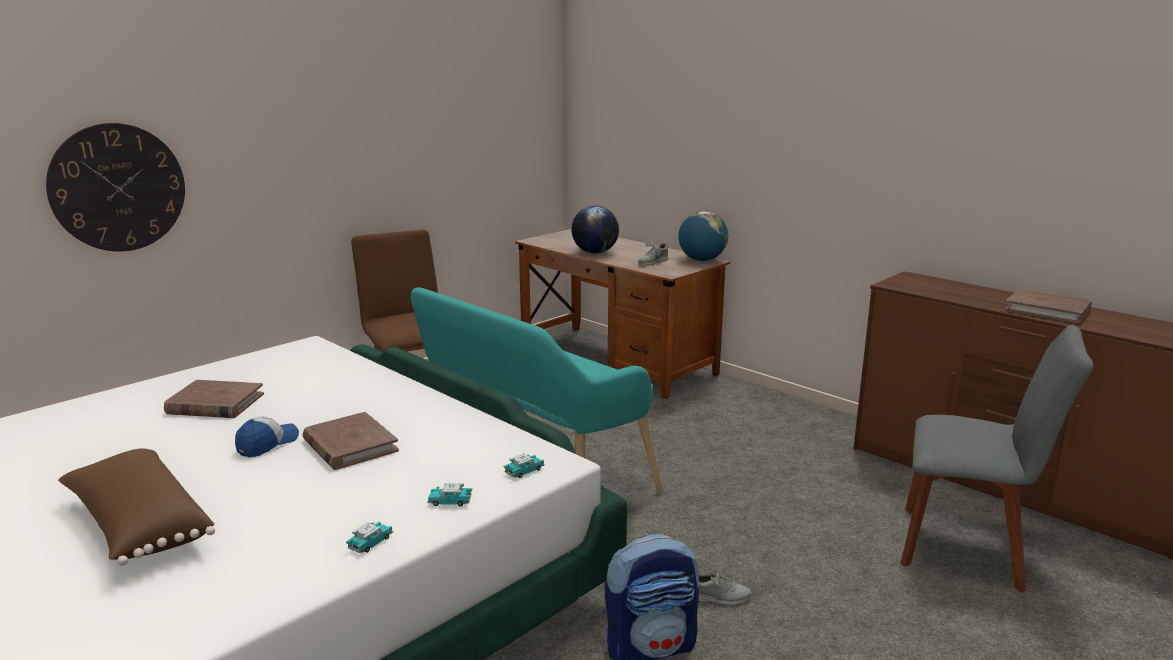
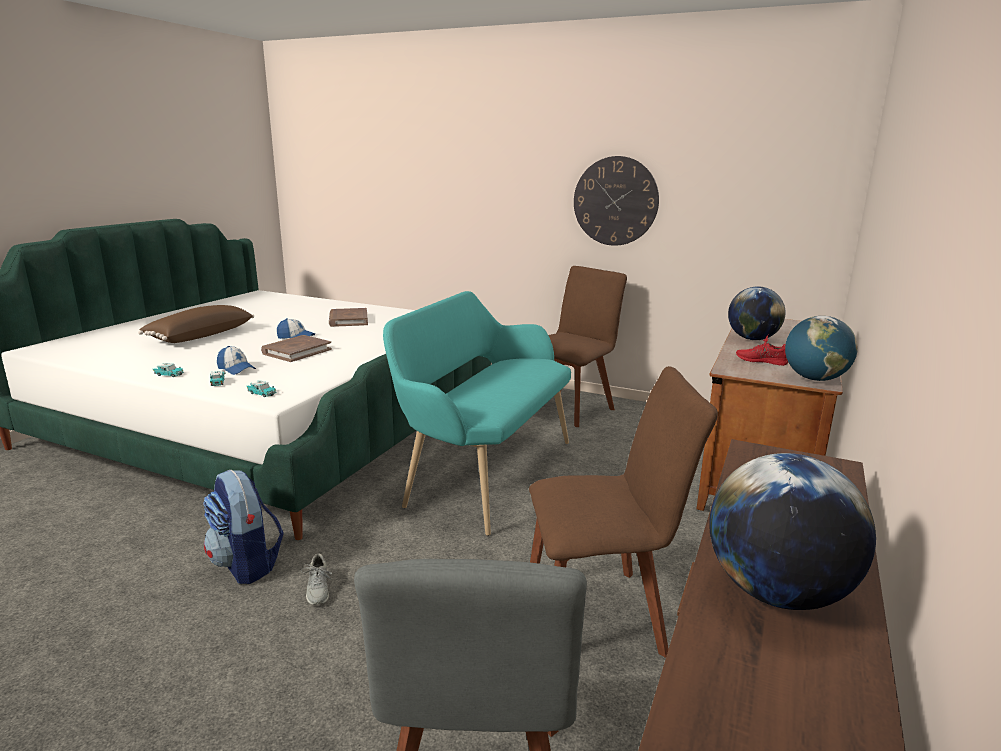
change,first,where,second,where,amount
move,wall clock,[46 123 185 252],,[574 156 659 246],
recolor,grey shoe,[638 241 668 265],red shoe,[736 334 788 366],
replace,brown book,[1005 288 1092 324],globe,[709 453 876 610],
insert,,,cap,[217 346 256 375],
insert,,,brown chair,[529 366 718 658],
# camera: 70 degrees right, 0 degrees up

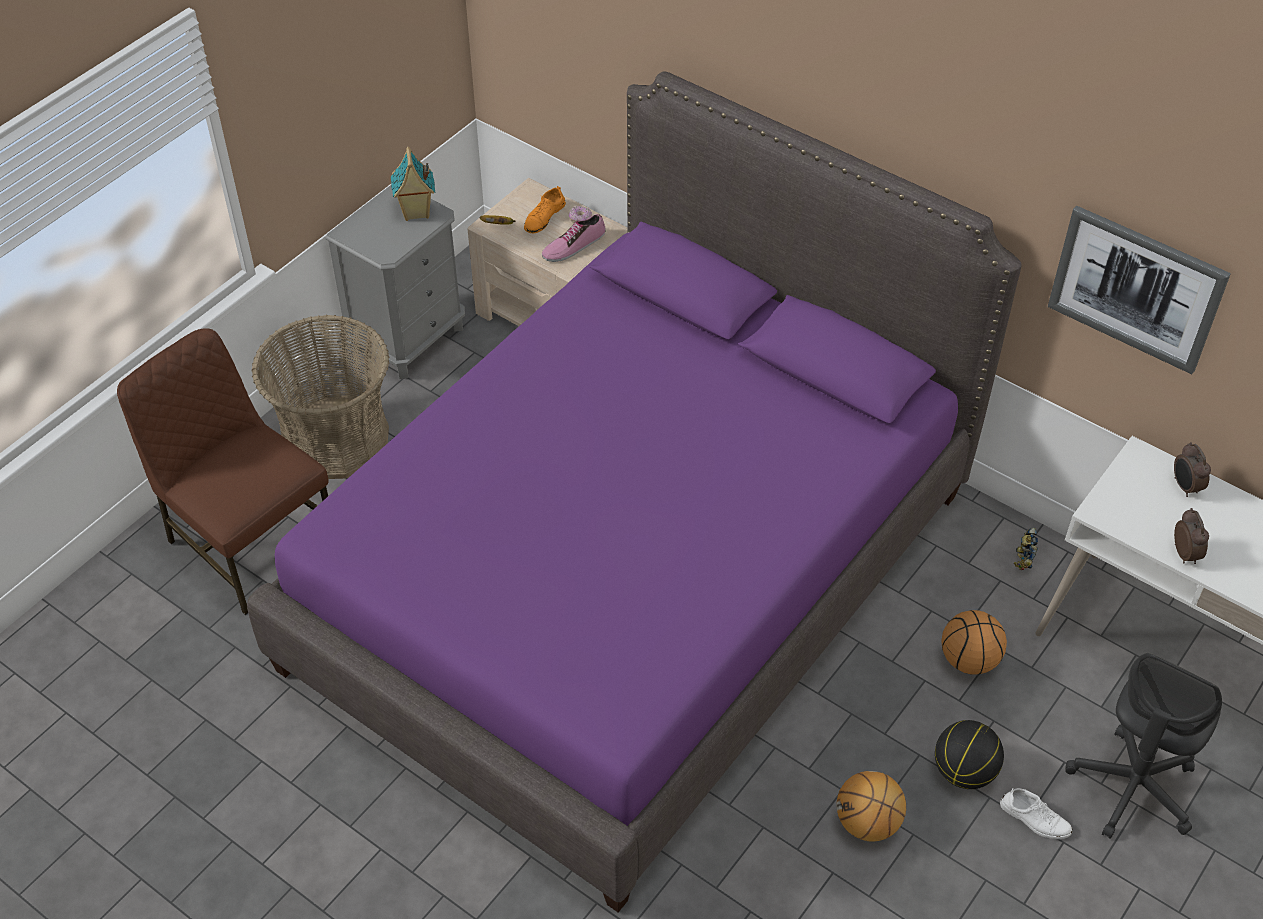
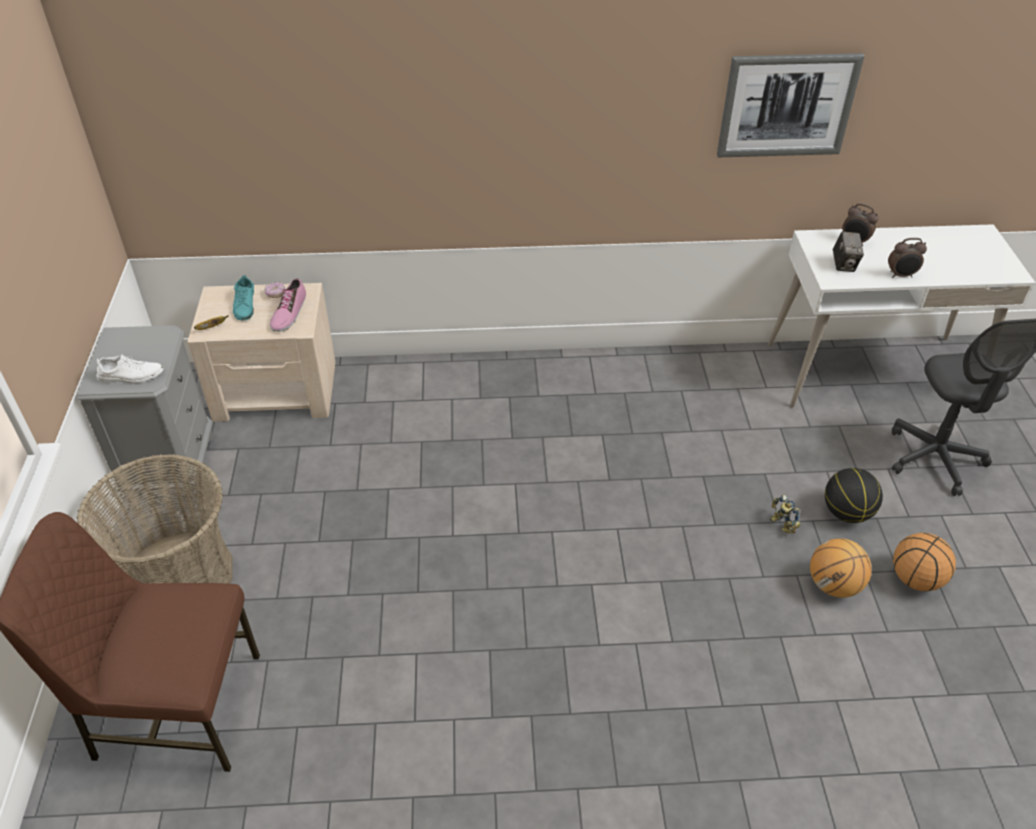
change,first,where,second,where,amount
delete,purple bed,[247 72 1022 912],,,
delete,toy house,[391 147 435 221],,,
recolor,orange shoe,[524 186 566 233],turquoise shoe,[233 275 254 320],
rotate,alarm clock,[1174 508 1209 564],,[888 238 927 278],135 degrees clockwise
move,toy robot,[1014 527 1038 570],,[770 494 801 534],
move,basketball,[942 610 1007 674],,[893 533 956 591],
move,white shoe,[1000 788 1073 839],,[96 355 163 384],
insert,,,photo camera,[833 232 864 272],
# camera: 40 degrees left, 5 degrees down

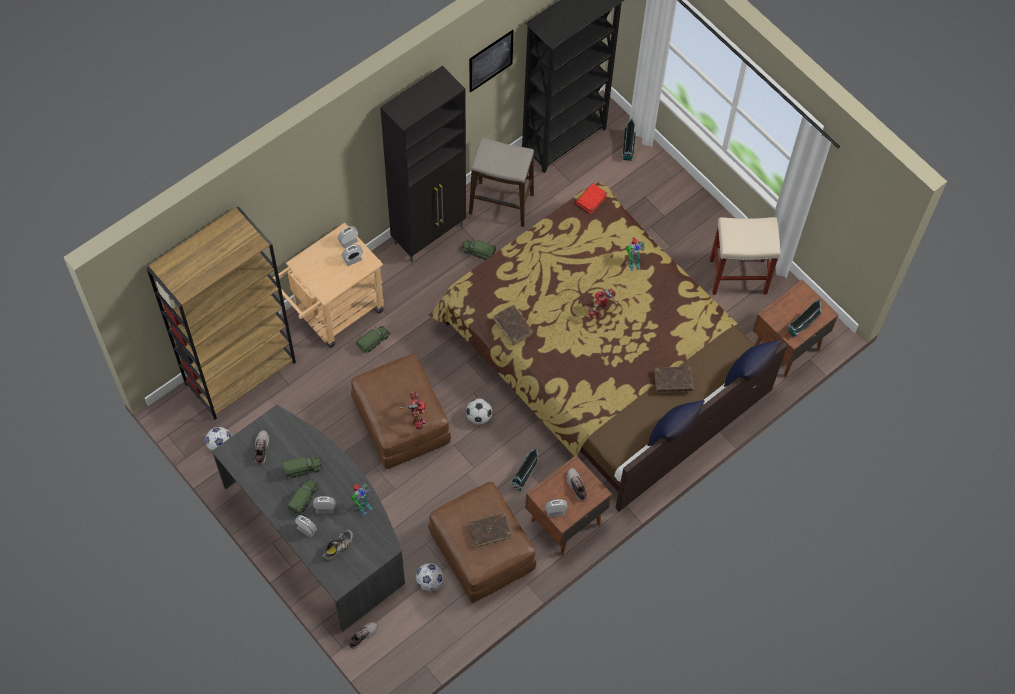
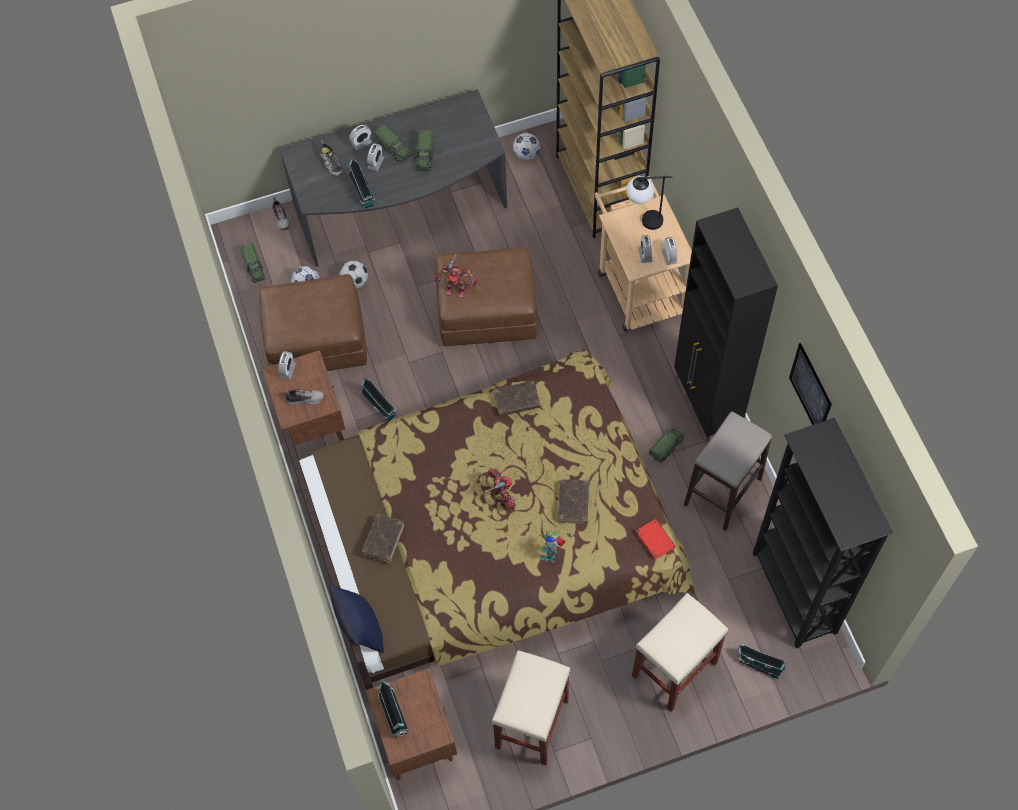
change,first,where,second,where,amount
move,toy truck,[356 326 390 353],,[240 243 266 283],
move,football,[466 398 492 425],,[339 261 368 289],
delete,blue pillow,[647 400 705 446],,,
delete,shoe,[255 430 269 464],,,
replace,toy robot,[351 484 372 515],toy house,[348 157 375 208],
move,brown book,[468 513 512 548],,[558 479 590 524],
insert,,,table lamp,[626 175 672 230],
insert,,,beige stool,[632 593 728 712],
# camera: 115 degrees right, 0 degrees up

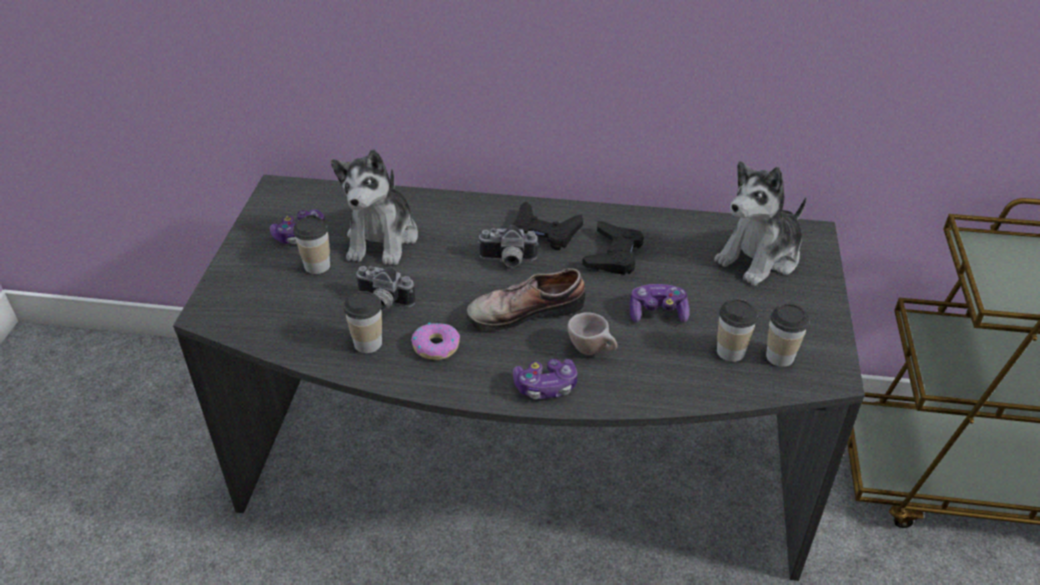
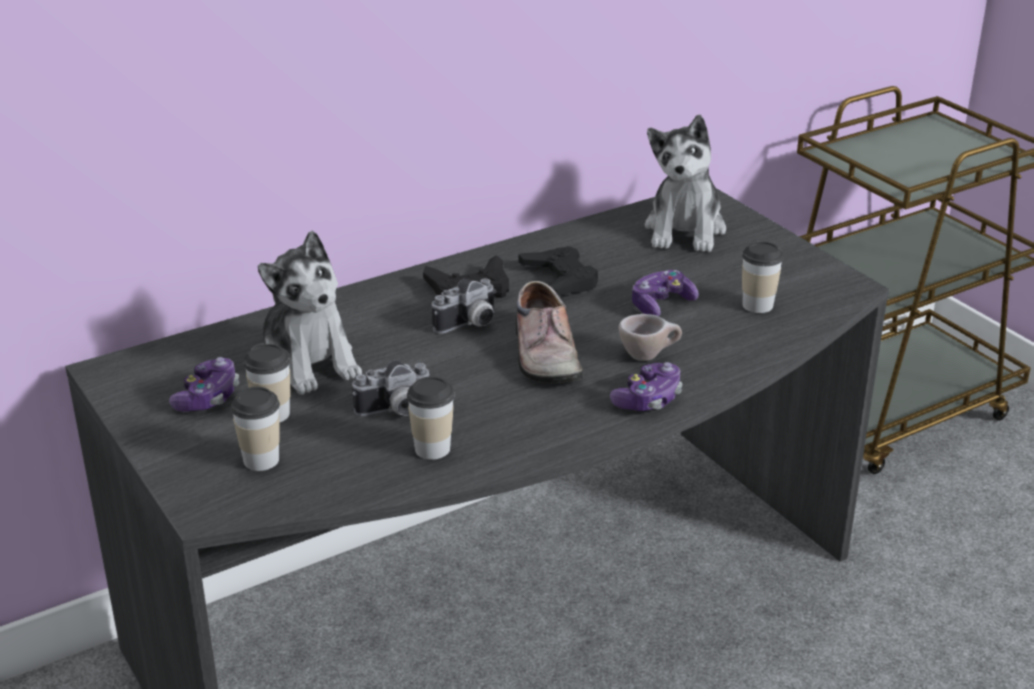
change,first,where,second,where,amount
rotate,shoe,[467 268 585 331],,[516 281 584 383],45 degrees counterclockwise
move,cup,[766 304 809 367],,[231 387 280 471],
delete,donut,[411 323 460 360],,,
# camera: 40 degrees left, 10 degrees down

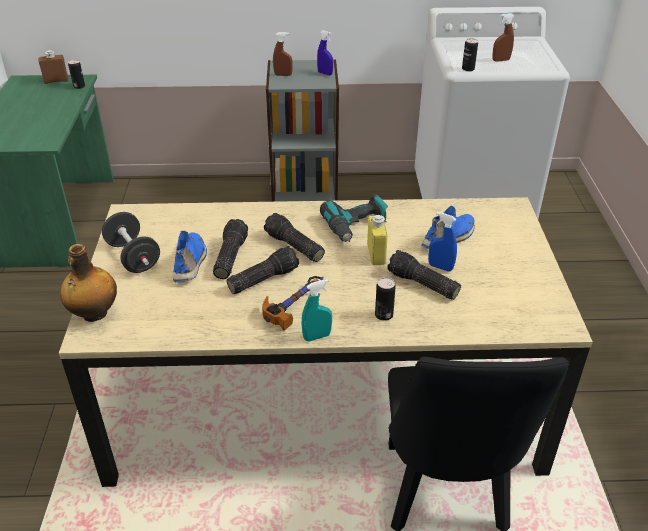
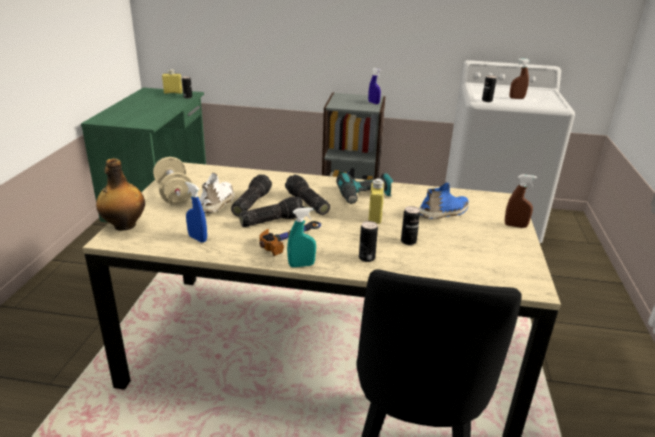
change,first,where,second,where,amount
move,brown spray bottle,[273 32 293 76],,[505 174 537 228],
recolor,brown bottle,[39 50 68 84],yellow bottle,[162 69 183 94],
recolor,black dumbbell,[102 212 160 273],beige dumbbell,[153 157 193 204],
move,blue spray bottle,[428 212 457 272],,[185 181 207 243],
recolor,blue shoe,[173 231 207 283],white shoe,[200 173 234 213],
replace,flashlight,[387 250 461 300],can,[401 206 420 245],
# camera: 10 degrees right, 10 degrees down

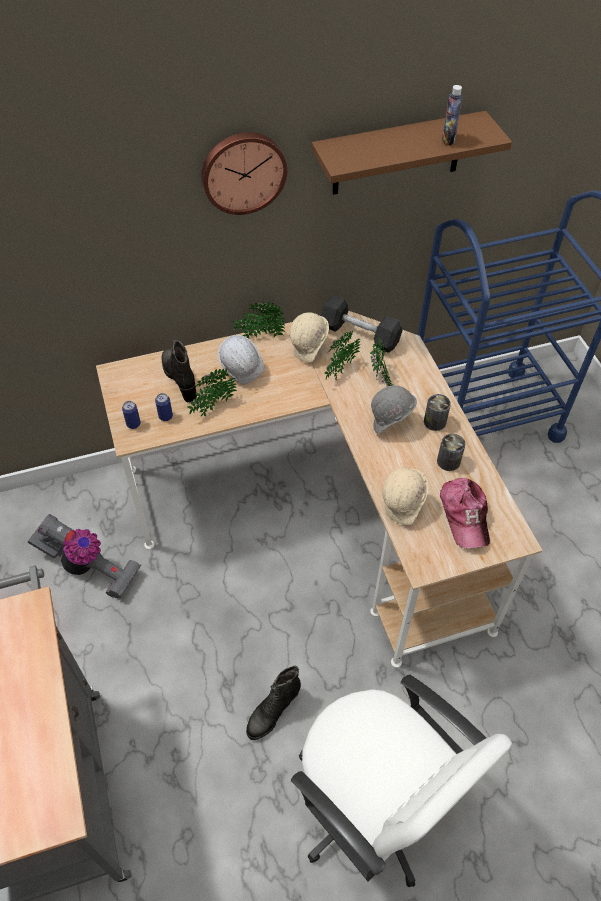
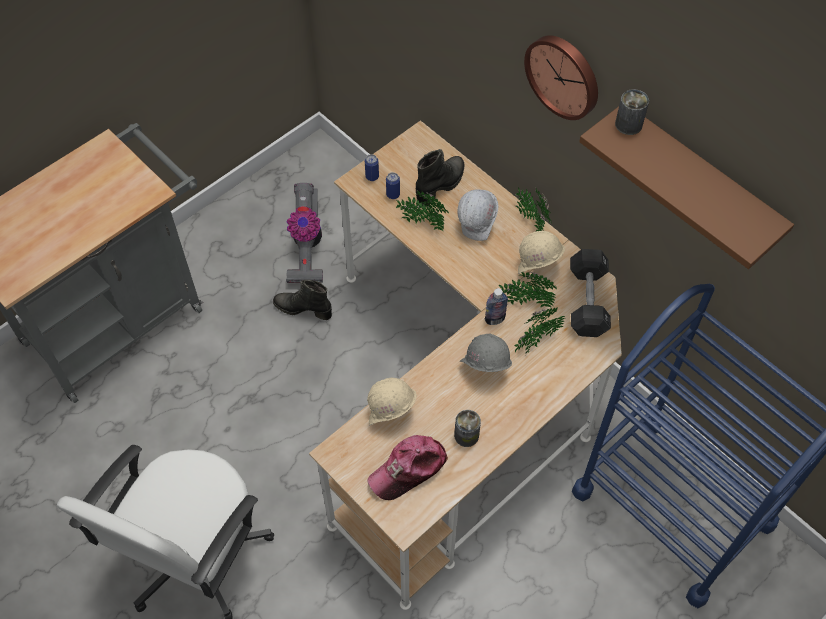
change,first,where,second,where,amount
move,bottle,[442 85 463 145],,[485 288 508 325],
move,can,[424 394 451 431],,[615 89 649 135],
move,black boot,[246 666 301 740],,[273 280 332 320],
# camera: 65 degrees right, 5 degrees up

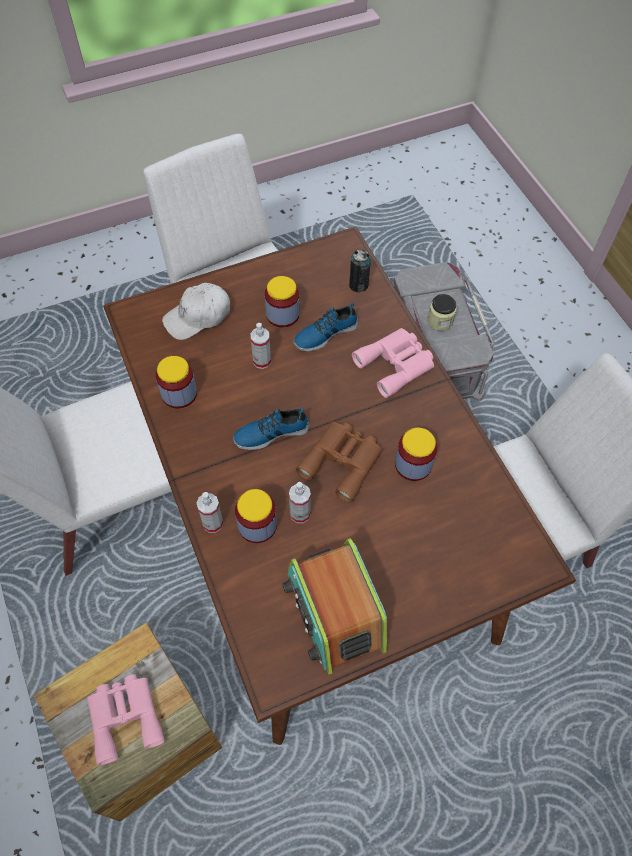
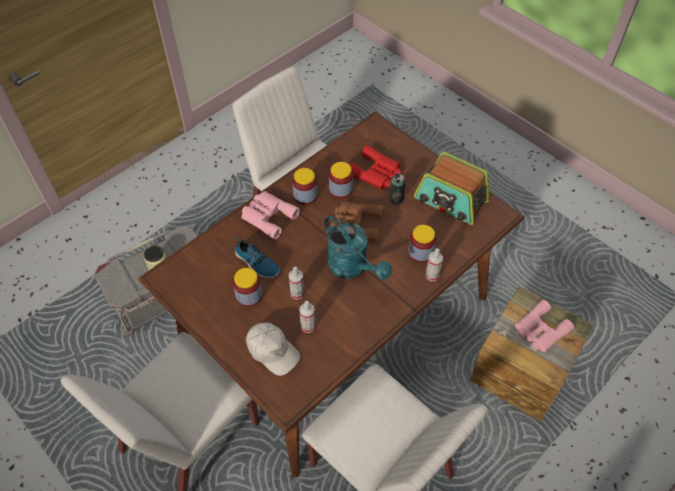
change,first,where,second,where,amount
move,can,[349 250 371 293],,[389 174 406 205],
move,jar,[156 356 197 408],,[292 168 318 205],
replace,shoe,[233 408 309 450],turquoise watering can,[324 215 391 280],
move,spray bottle,[289 482 311 523],,[299 301 316 333],
rotate,radio,[282 538 387 675],,[414 152 489 225],75 degrees clockwise
insert,,,red binoculars,[349 145 402 190],
# camera: 110 degrees left, 5 degrees down

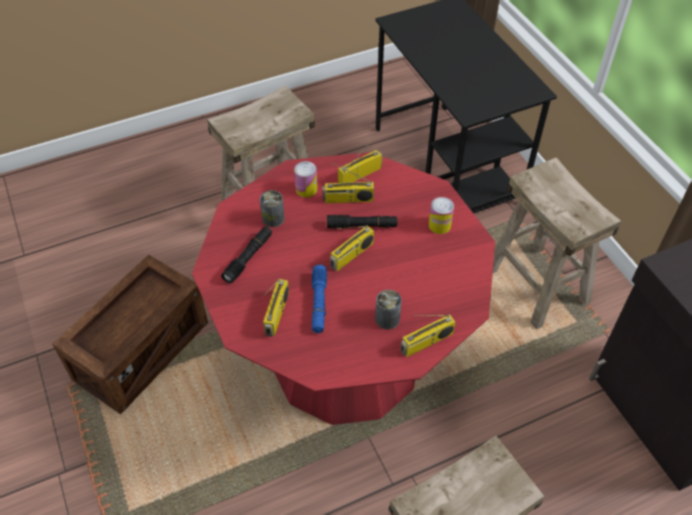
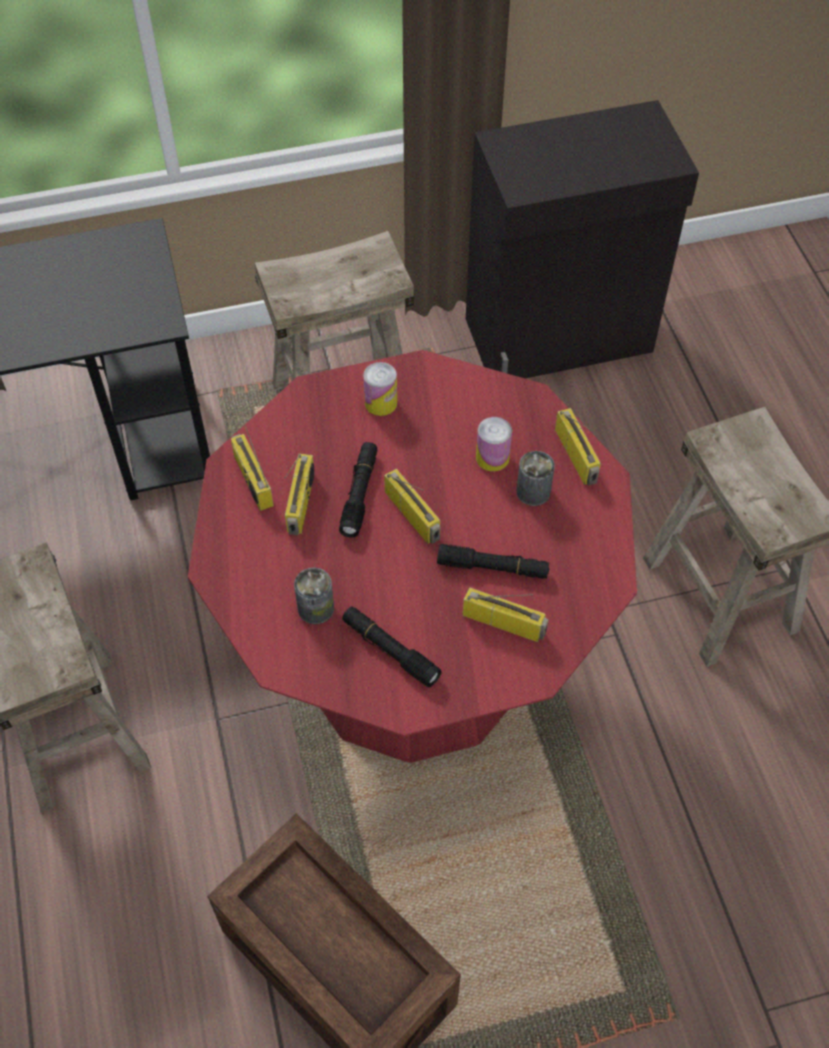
change,first,where,second,where,amount
move,can,[294 161 317 198],,[476 417 512 471],
recolor,blue flashlight,[312 265 327 333],black flashlight,[437 544 549 579],
# camera: 80 degrees left, 5 degrees up

